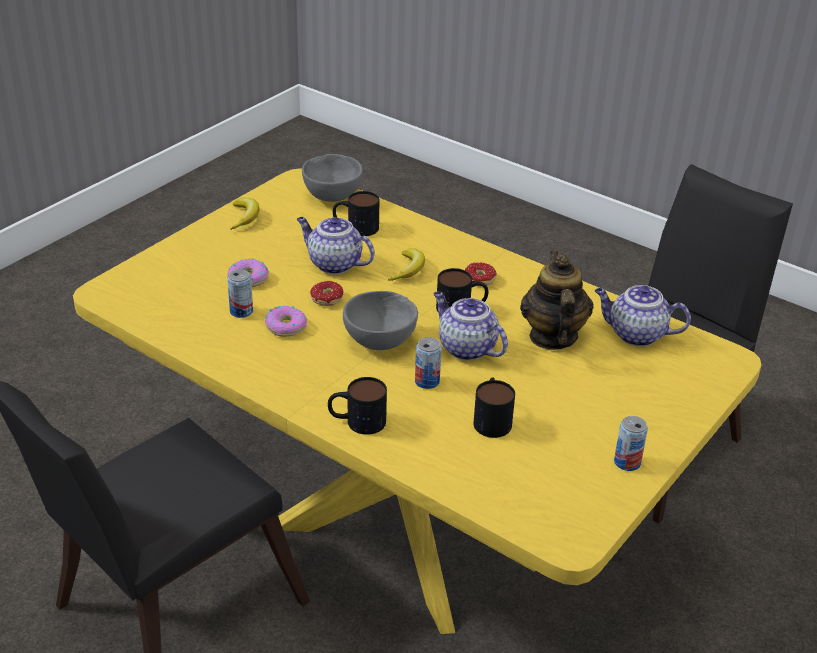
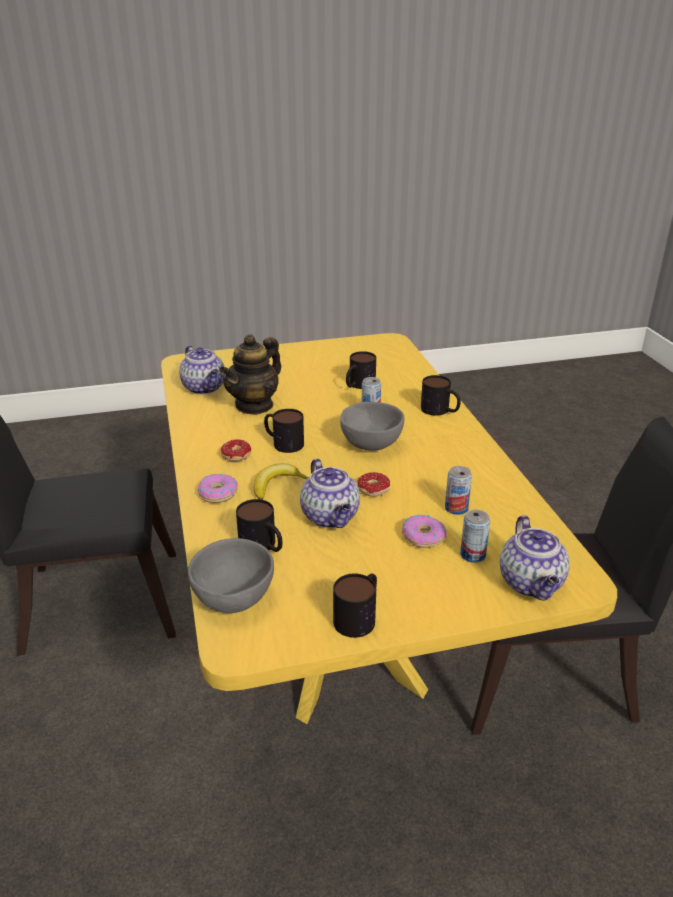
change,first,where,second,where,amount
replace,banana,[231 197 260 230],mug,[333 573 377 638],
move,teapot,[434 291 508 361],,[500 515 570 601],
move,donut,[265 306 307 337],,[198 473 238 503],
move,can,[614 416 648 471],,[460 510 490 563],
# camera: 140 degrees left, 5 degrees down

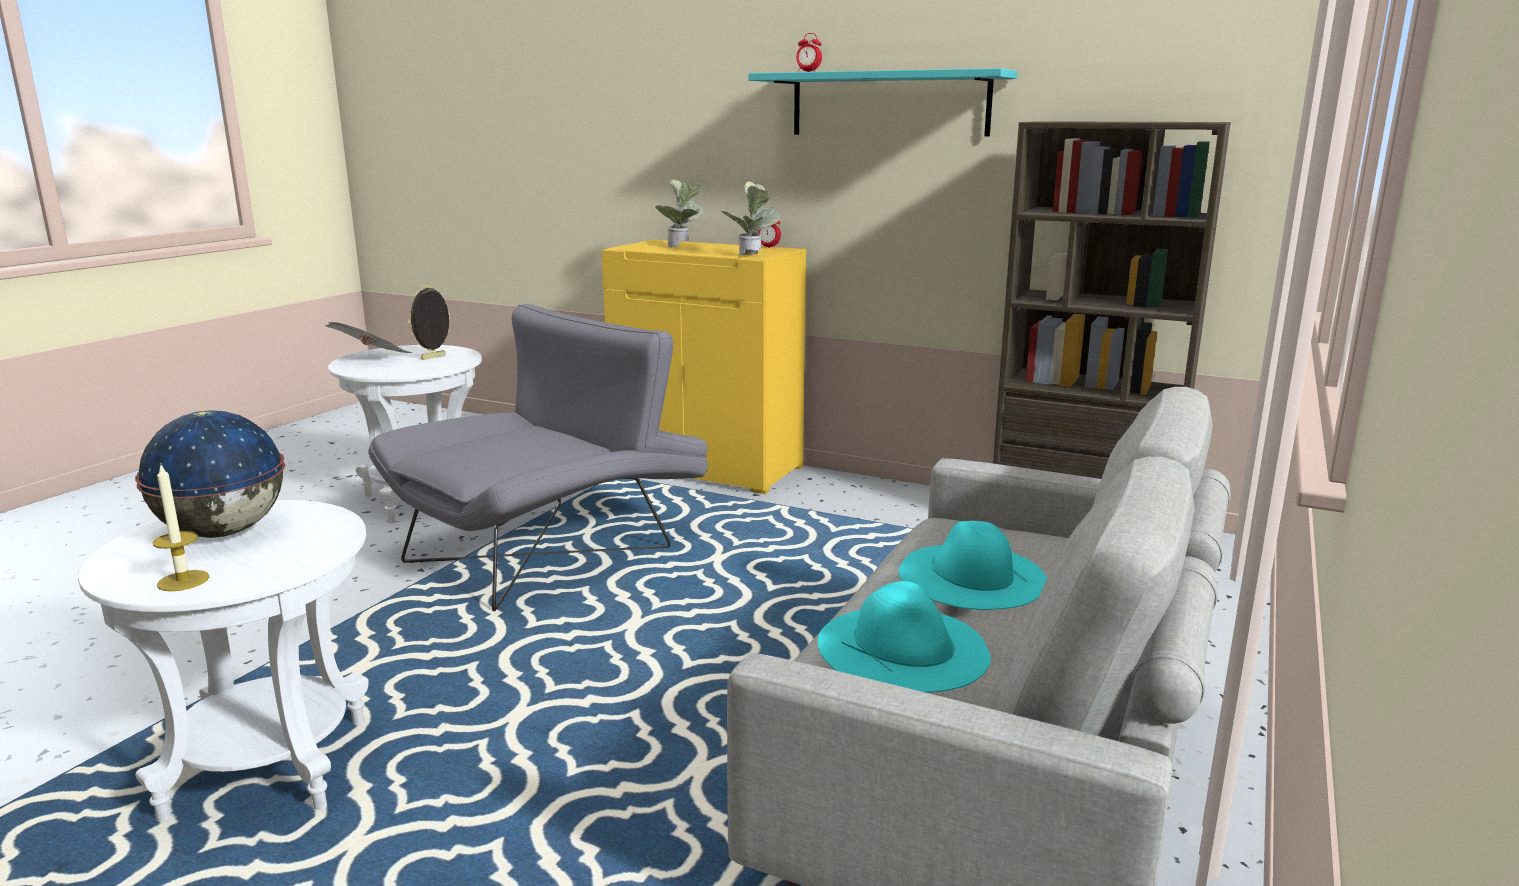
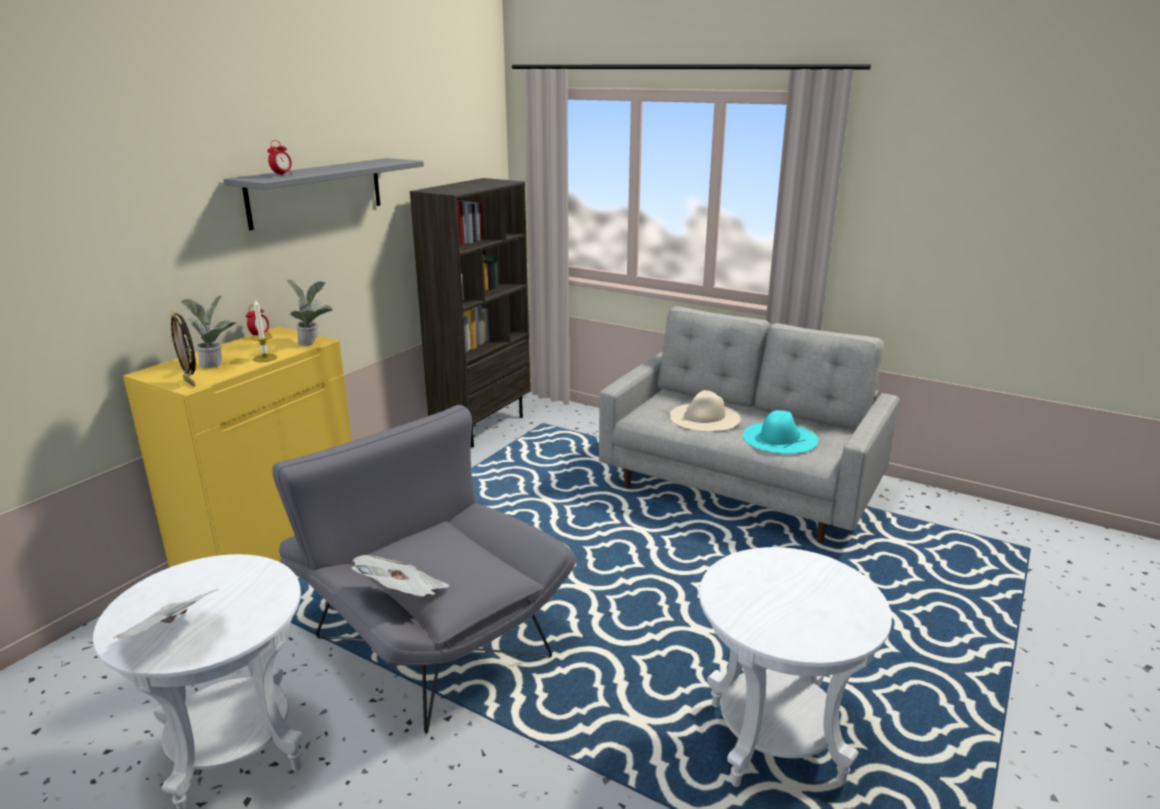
change,first,where,second,where,amount
recolor,turquoise shelf,[749 68 1018 136],grey shelf,[223 158 424 230],
move,picture frame,[407 285 450 360],,[170 311 196 387],
delete,globe,[135 410 285 538],,,
move,candle,[153 465 209 592],,[251 298 277 362],
recolor,turquoise hat,[899 521 1047 610],beige hat,[669 390 740 432],
insert,,,newspaper,[351 555 449 597],
# camera: 85 degrees left, 5 degrees up

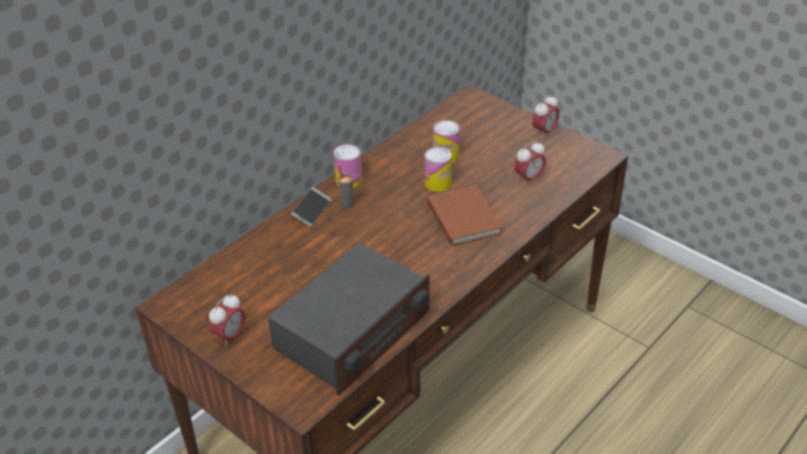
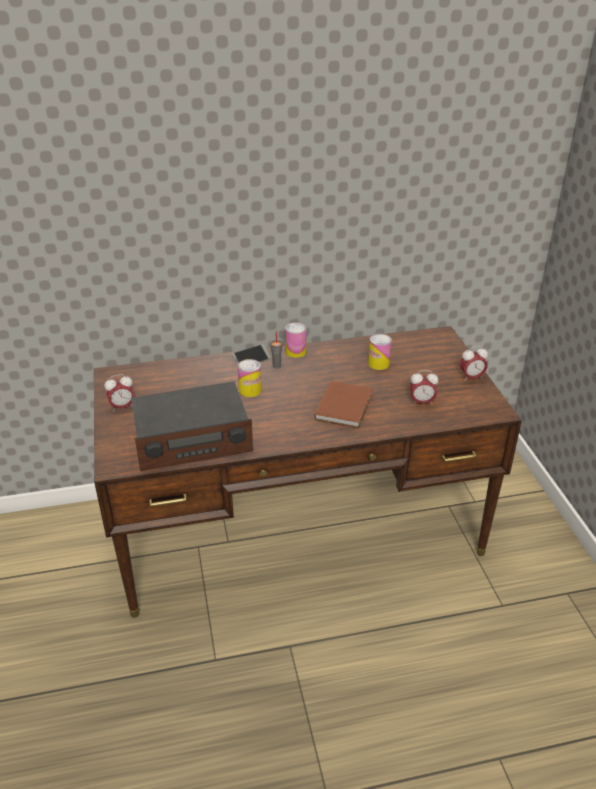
change,first,where,second,where,amount
move,can,[425 147 452 192],,[238 359 262 397],
# camera: 35 degrees right, 5 degrees down

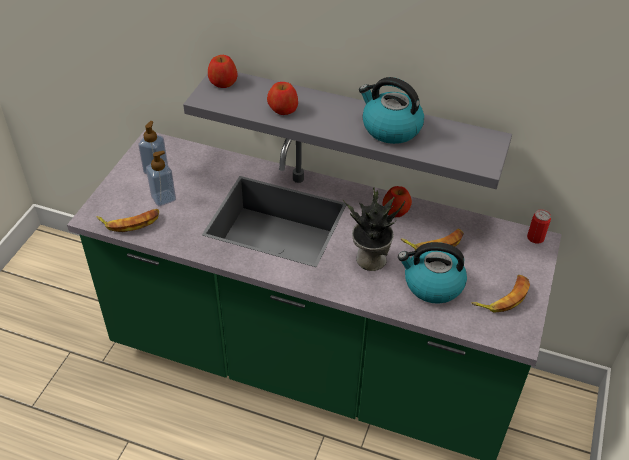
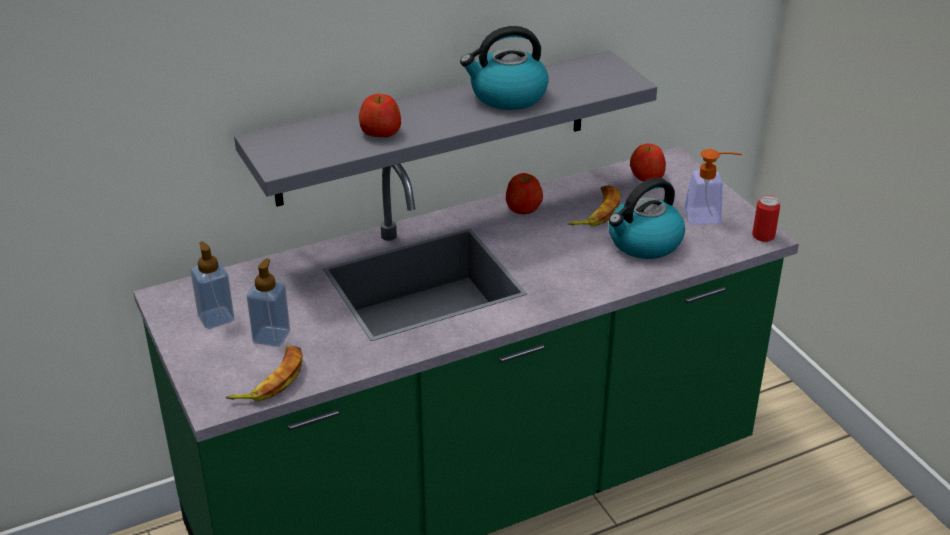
change,first,where,second,where,amount
move,apple,[208 55 237 88],,[630 144 666 182],
delete,potted plant,[343 187 405 271],,,
move,can,[527 209 551 244],,[752 195 780 242],
replace,banana,[472 275 530 313],soap dispenser,[684 149 742 225],
# camera: 45 degrees left, 10 degrees down

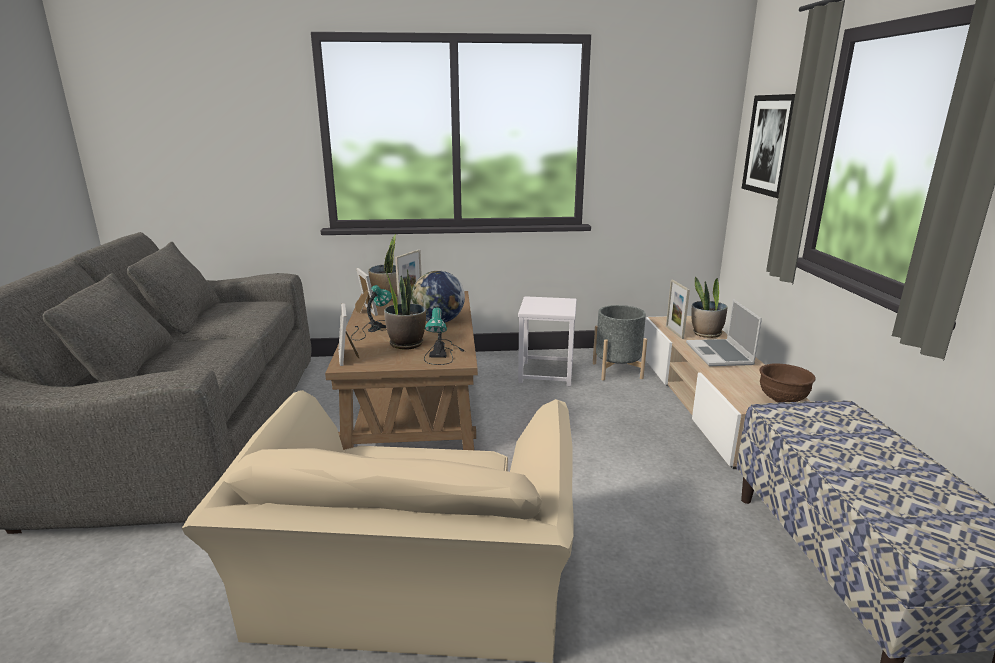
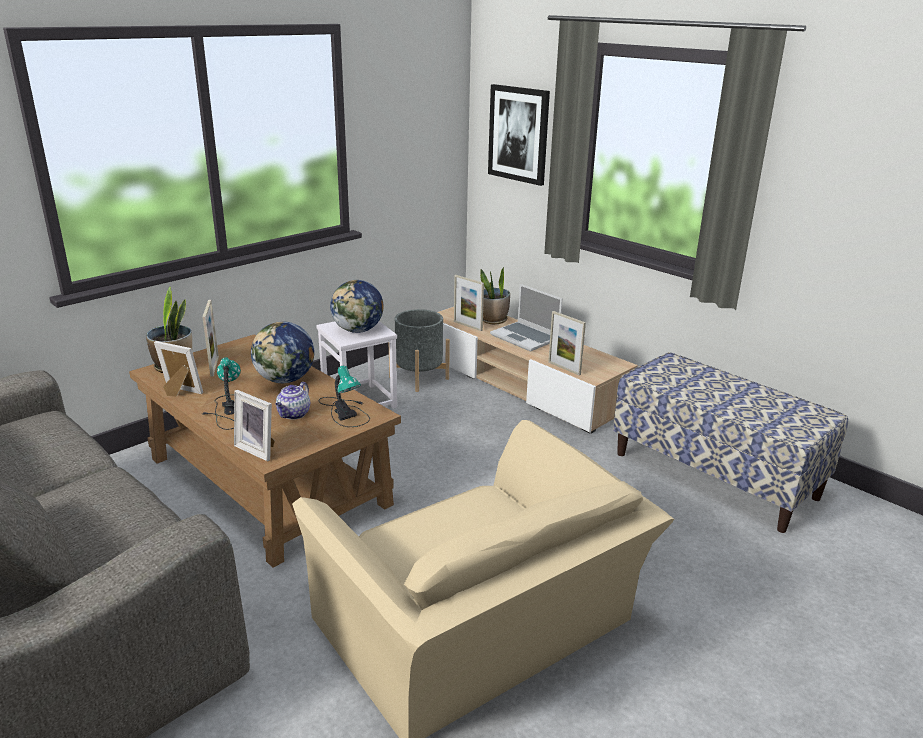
change,first,where,second,where,amount
replace,potted plant,[384 269 426 350],teapot,[275 382 310 419],
delete,brown bowl,[759 363 815 403],,,
insert,,,globe,[330 280 384 333],
insert,,,picture frame,[548 311 586 375],
# camera: 40 degrees left, 5 degrees up

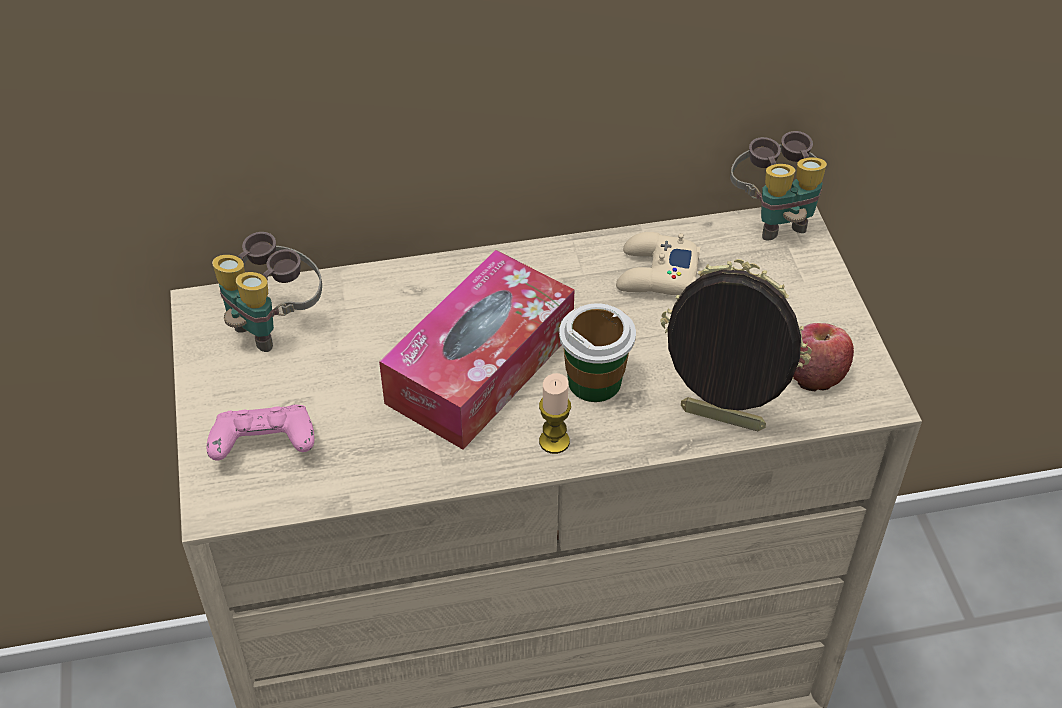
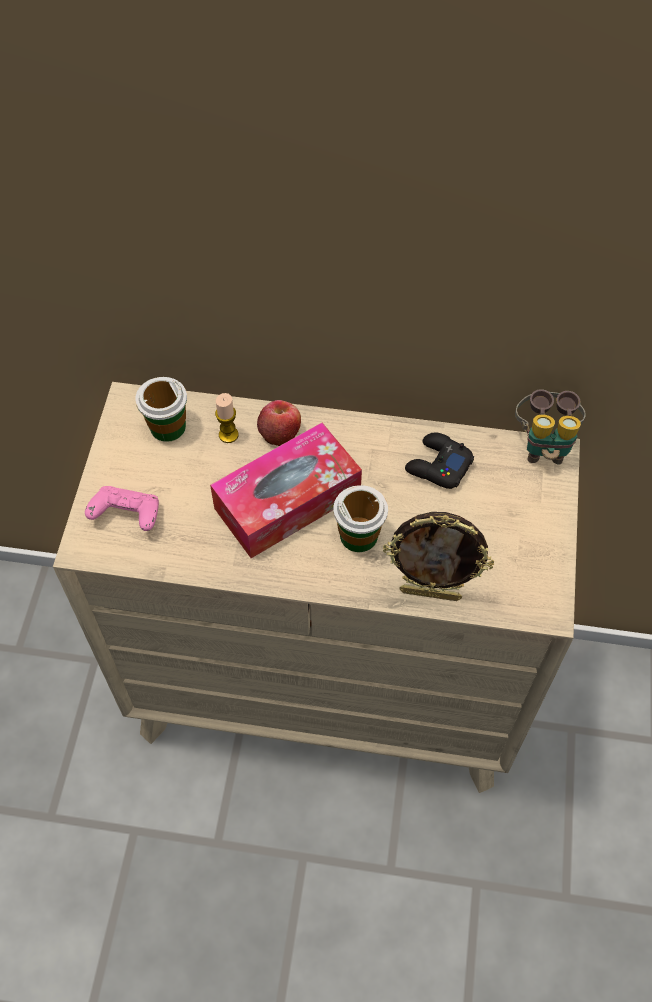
change,first,where,second,where,amount
replace,binoculars,[212 232 322 352],cup,[135 377 187 442],
recolor,beige game controller,[616 232 700 295],black game controller,[405 433 474 489],
rotate,picture frame,[660 259 812 431],,[383 512 494 601],150 degrees clockwise
move,apple,[793 323 854 392],,[257 400 301 446],
move,candle,[539 373 571 454],,[215 393 239 443],
# camera: 20 degrees right, 10 degrees up

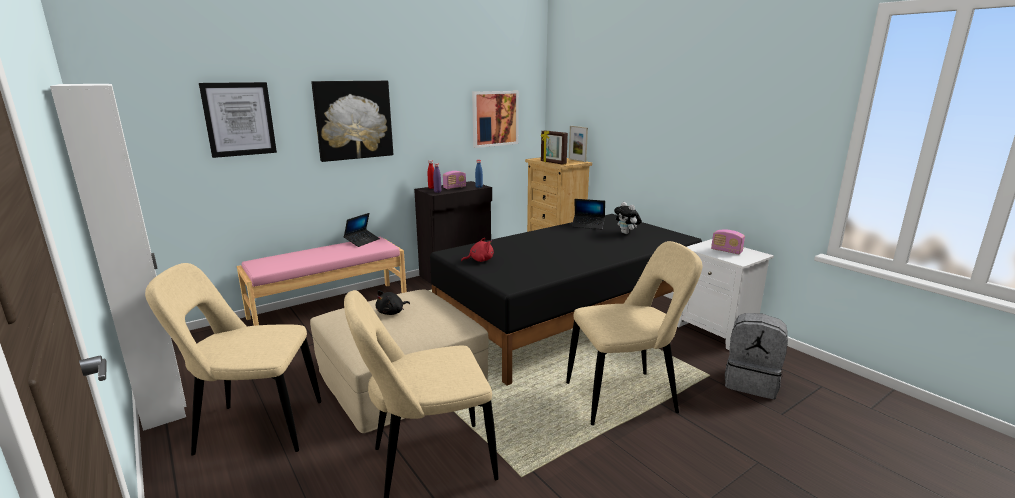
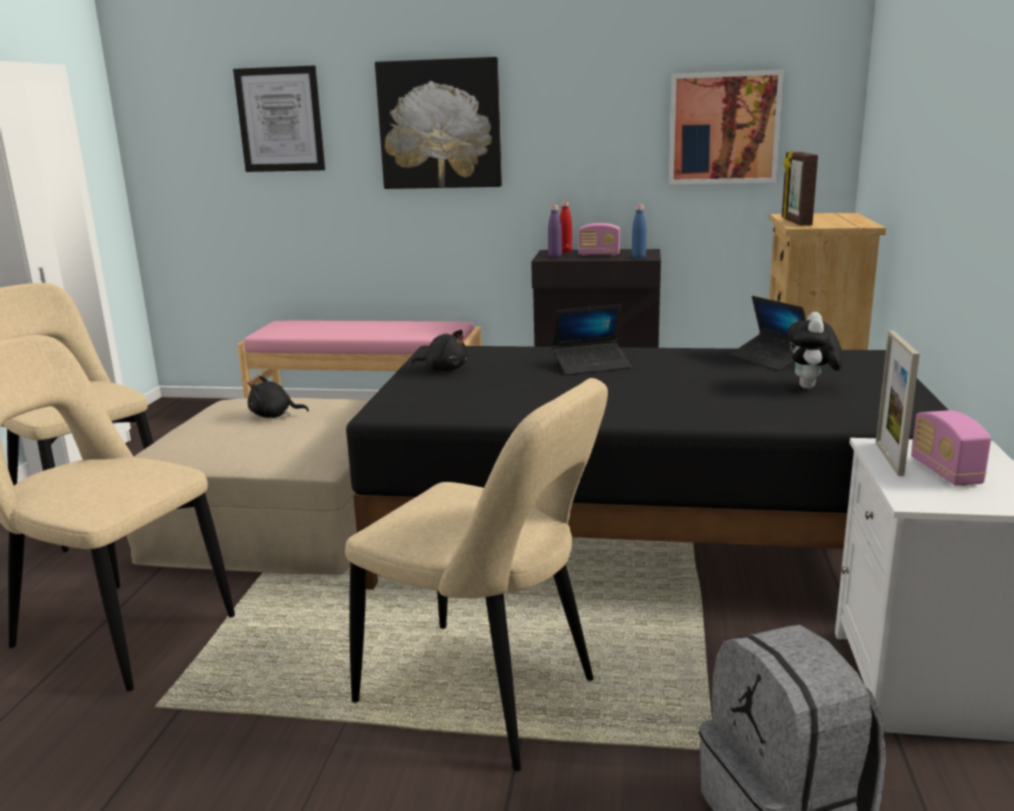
change,first,where,second,where,amount
move,picture frame,[569 126 588 162],,[876 331 920 476],
move,laptop,[343 213 380 247],,[552 304 631 375],
recolor,red plush toy,[461 238 494 262],black plush toy,[412 330 468 371],
# camera: 45 degrees right, 0 degrees up

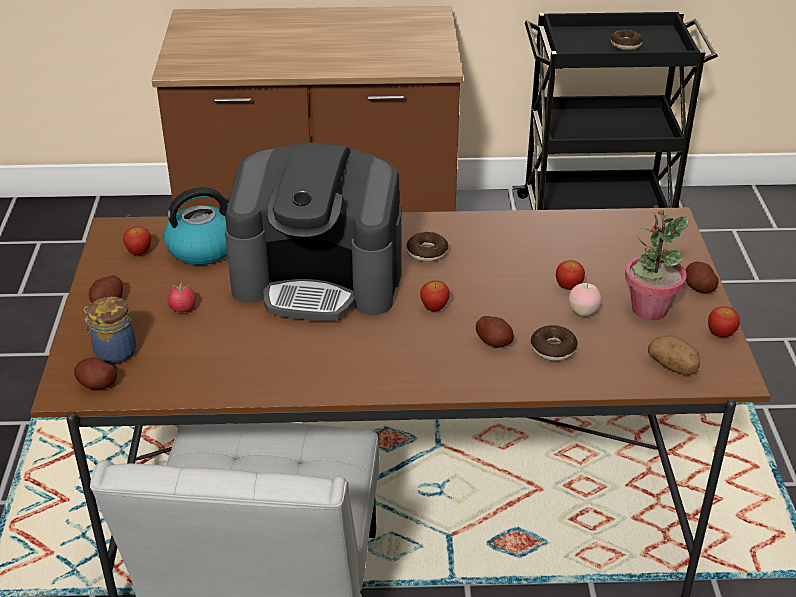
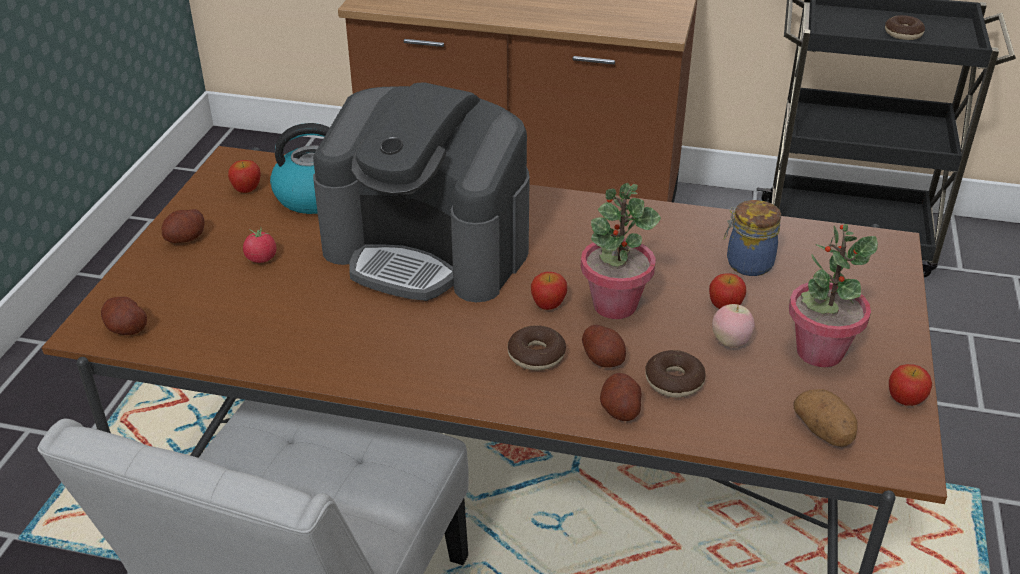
change,first,where,second,where,amount
move,donut,[407 232 448 262],,[508 325 566 371],
move,potato,[685 261 719 293],,[600 373 642 421],
move,jar,[83 297 136 364],,[724 200 781 276],
insert,,,potted plant,[581 183 661 319],
# camera: 15 degrees right, 0 degrees up

